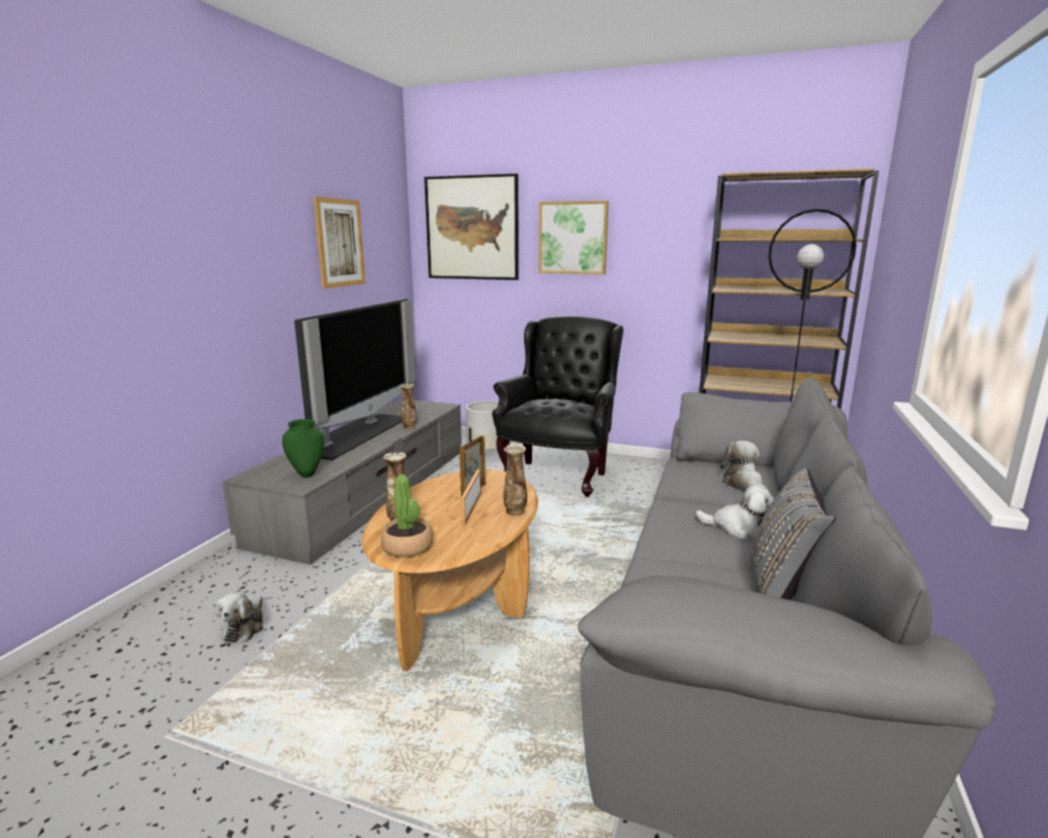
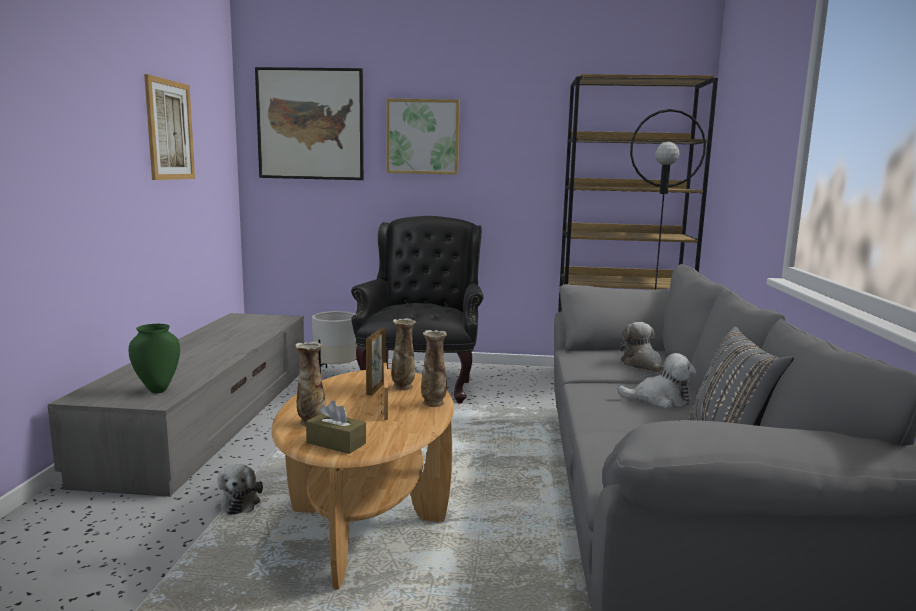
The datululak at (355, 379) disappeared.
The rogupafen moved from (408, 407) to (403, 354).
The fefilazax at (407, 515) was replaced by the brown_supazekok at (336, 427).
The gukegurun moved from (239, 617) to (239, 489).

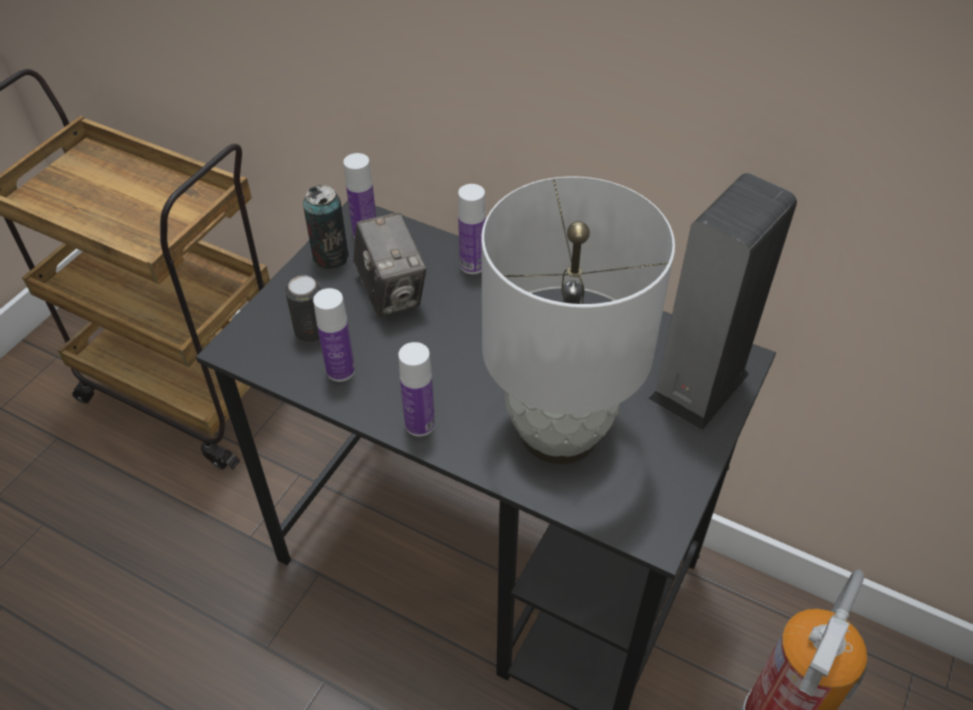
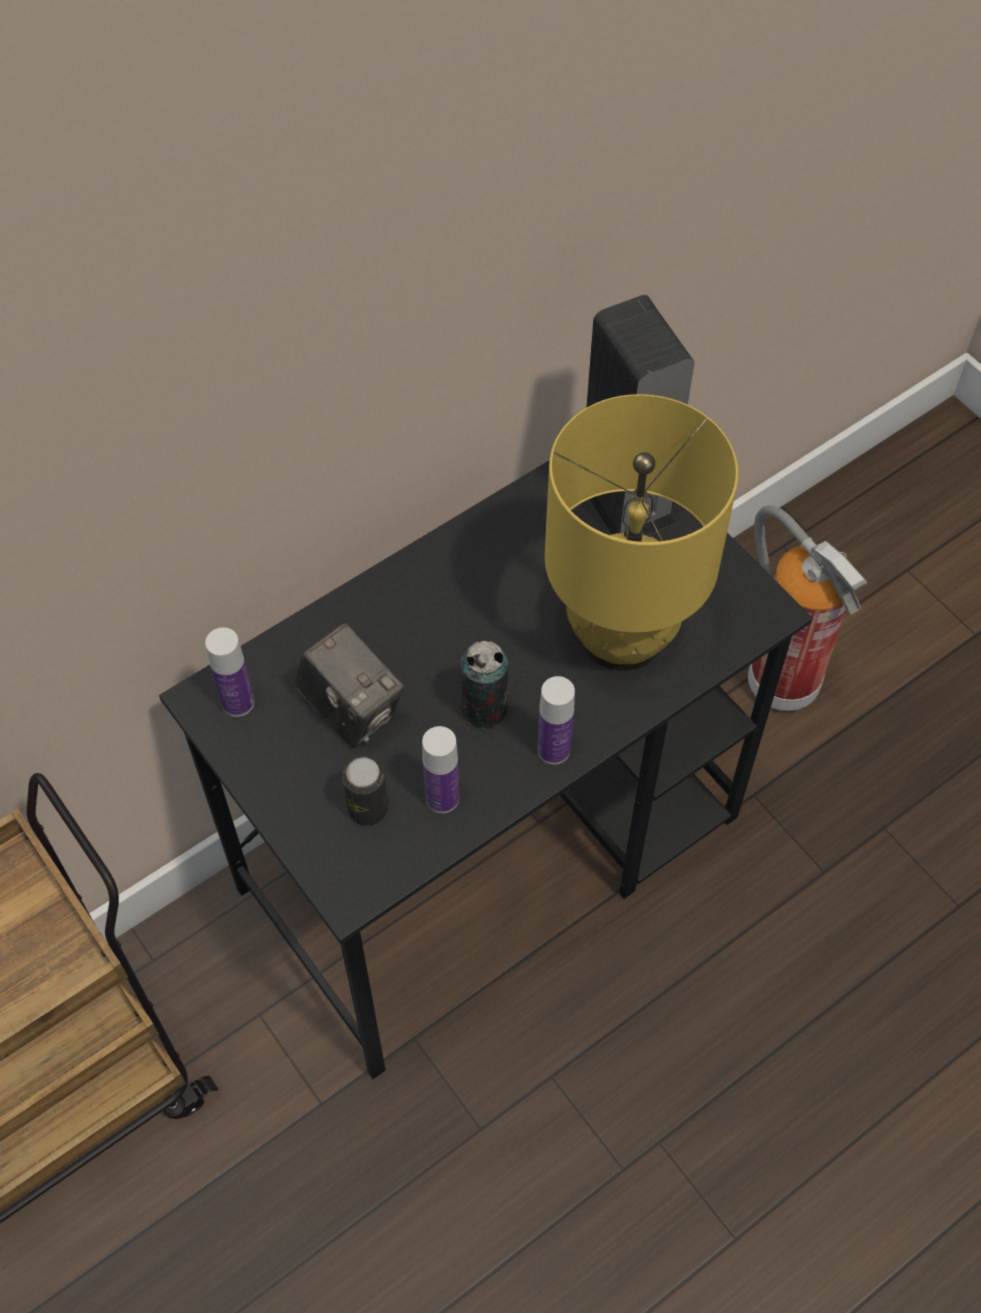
The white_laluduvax at (578, 320) became the yellow_laluduvax at (641, 532).
The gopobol at (472, 229) disappeared.
The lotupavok moved from (326, 227) to (484, 685).
The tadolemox at (389, 264) turned 45 degrees clockwise.

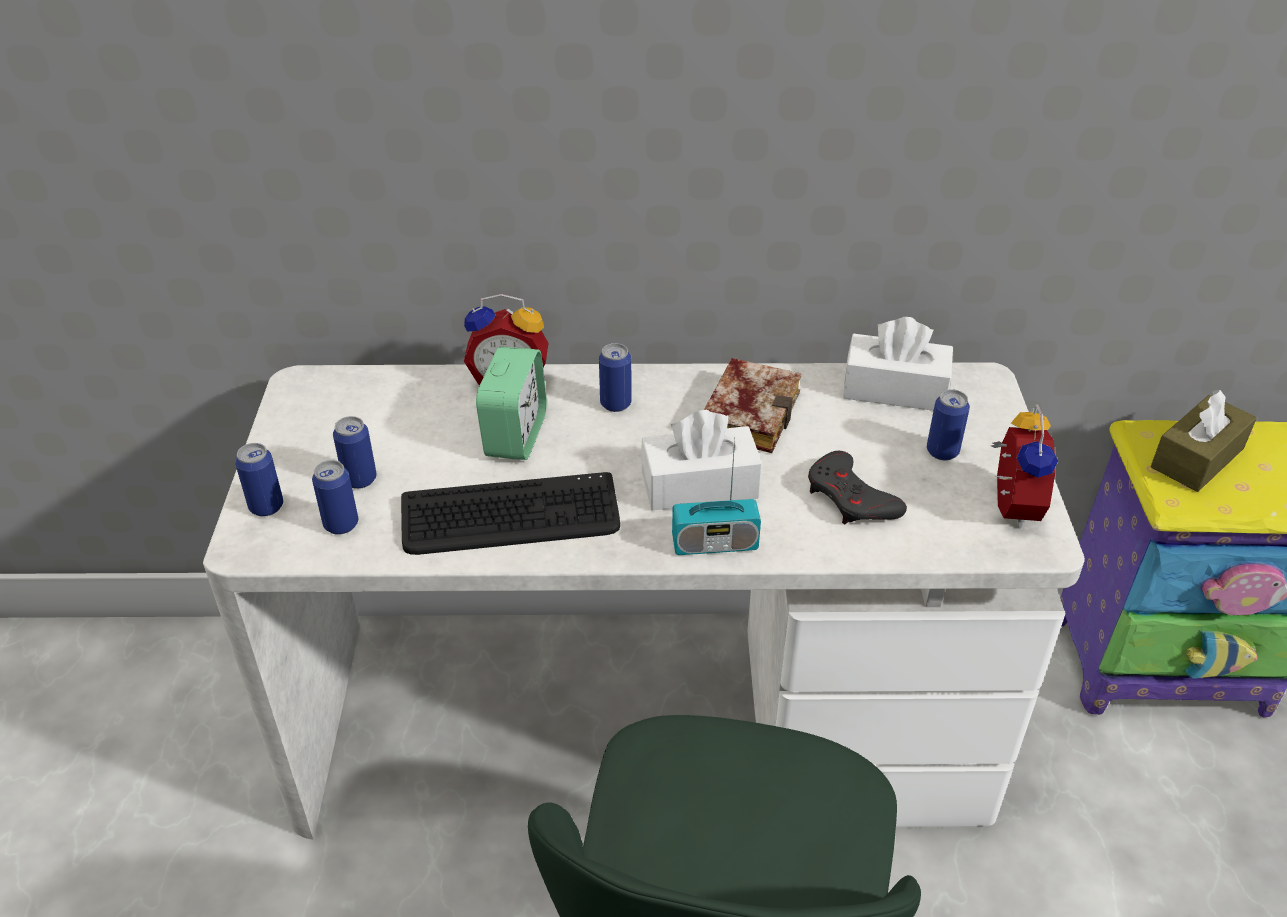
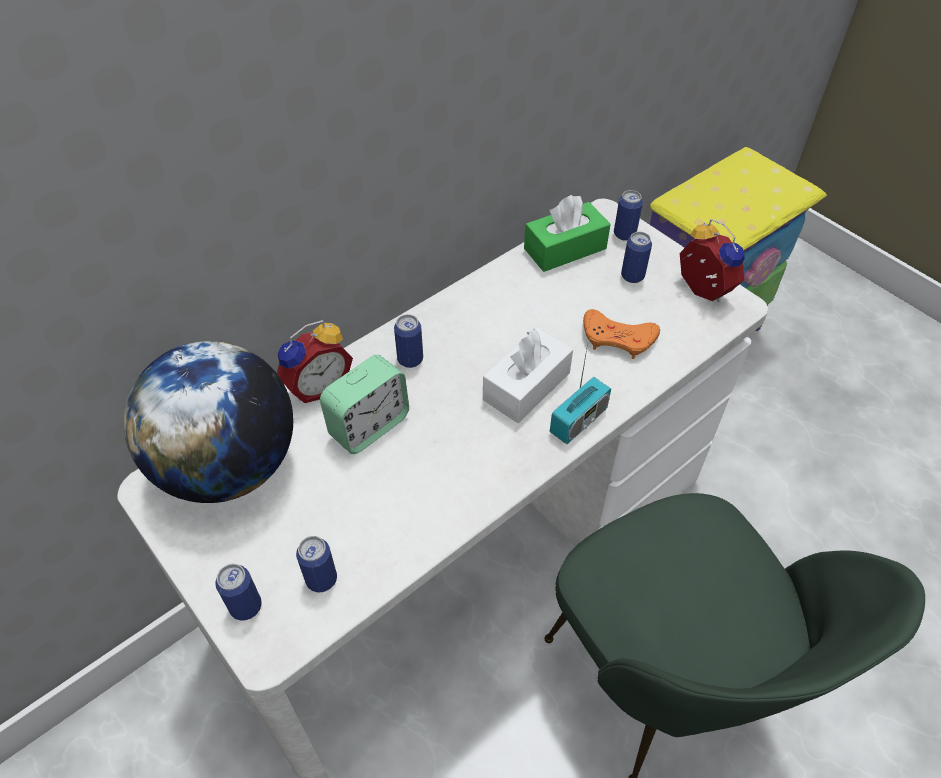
The white_supazekok at (898, 364) became the green_supazekok at (567, 233).
The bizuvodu at (511, 403) turned 75 degrees clockwise.
The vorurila at (753, 405) disappeared.
The brown_supazekok at (1204, 441) disappeared.
The lotupavok moved from (355, 452) to (628, 215).
The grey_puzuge at (857, 487) became the orange_puzuge at (621, 334).
The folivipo at (510, 513) disappeared.
The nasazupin at (208, 422) appeared.

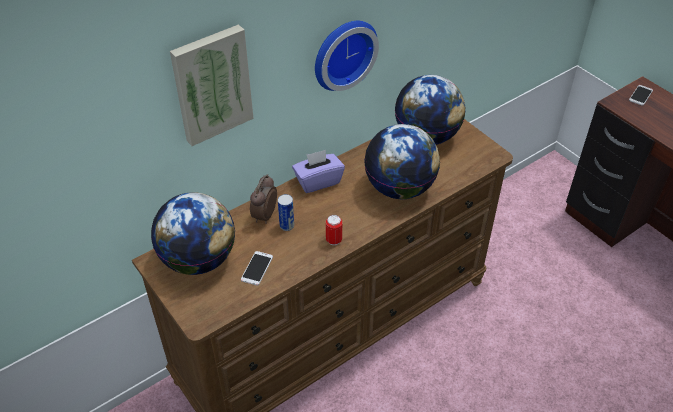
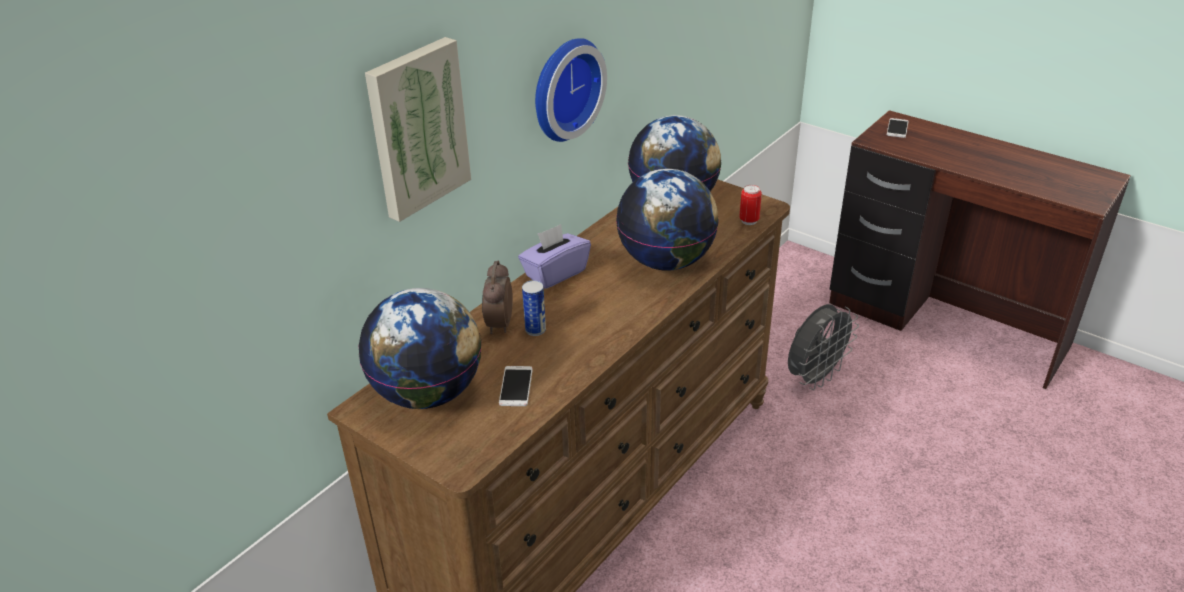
The lotupavok moved from (334, 230) to (750, 205).
The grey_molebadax at (823, 347) appeared.

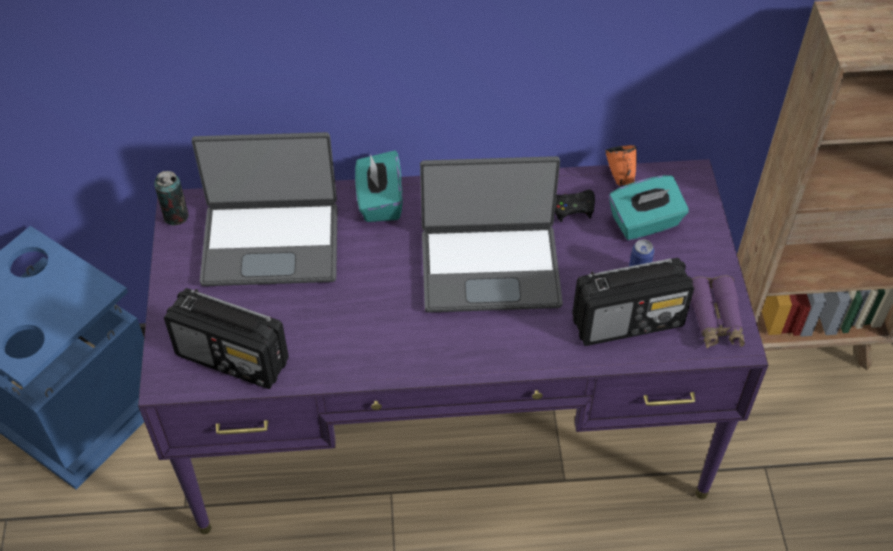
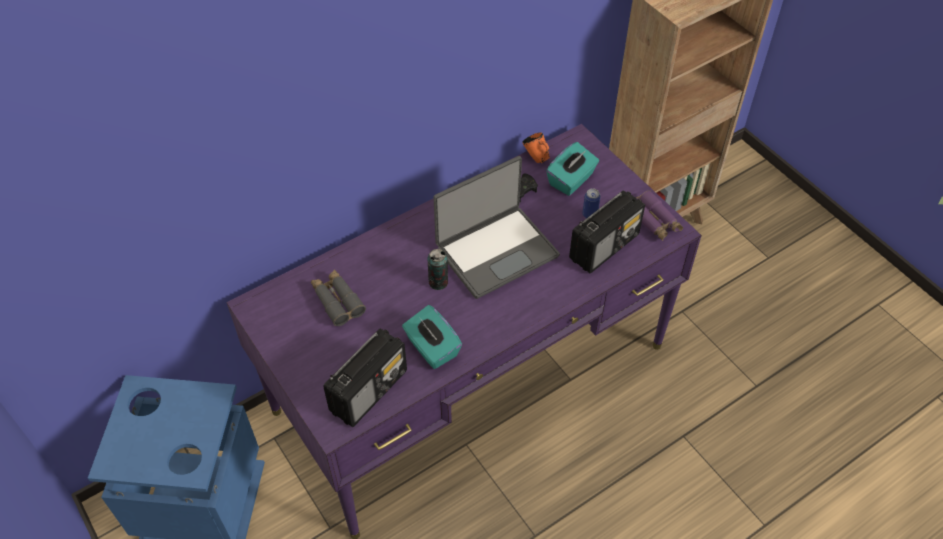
The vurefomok at (265, 209) was replaced by the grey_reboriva at (338, 297).
The turquoise_supazekok moved from (379, 186) to (432, 337).
The lotupavok moved from (171, 198) to (437, 269).
The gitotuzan at (226, 338) turned 45 degrees counterclockwise.

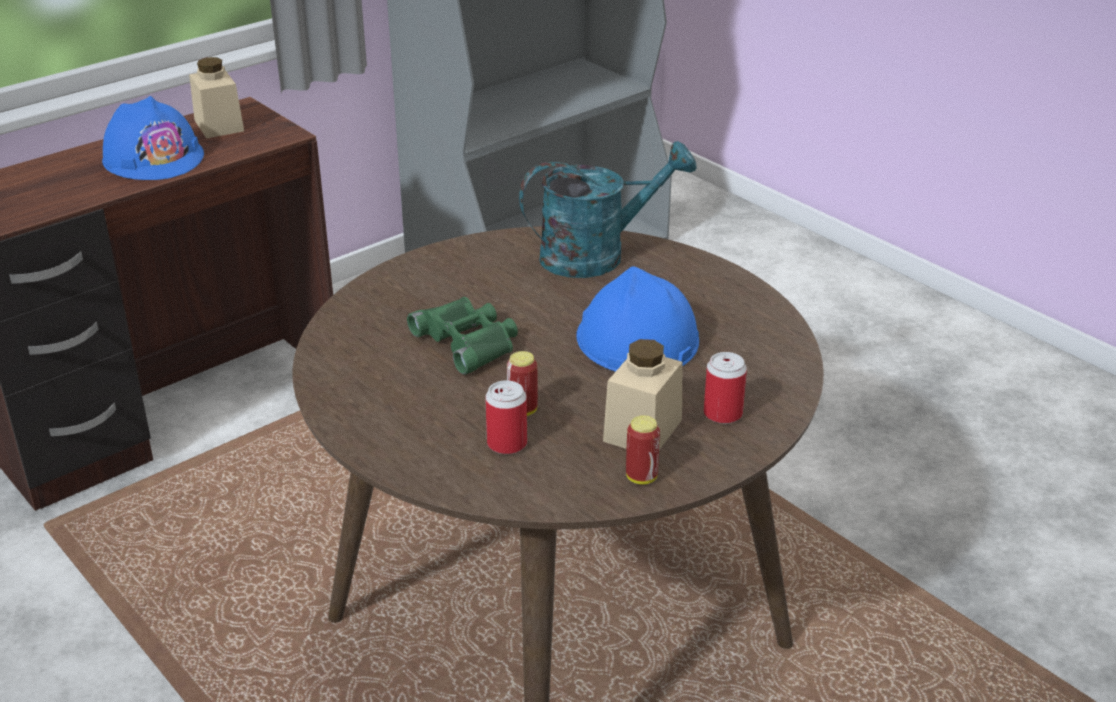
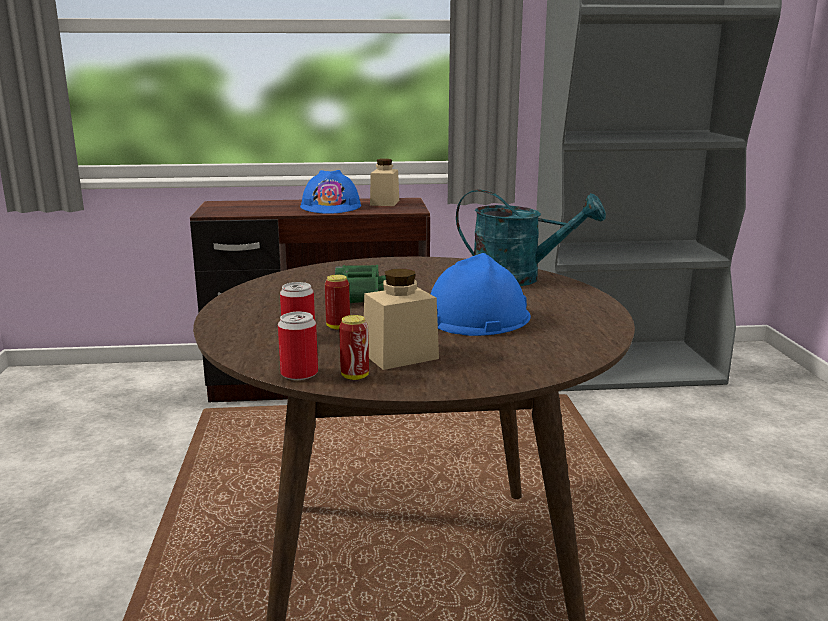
The lotupavok moved from (725, 388) to (298, 346).

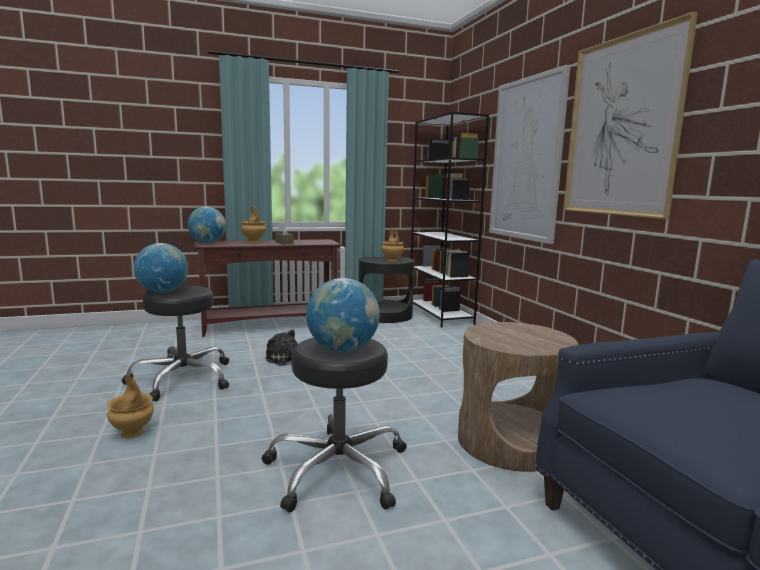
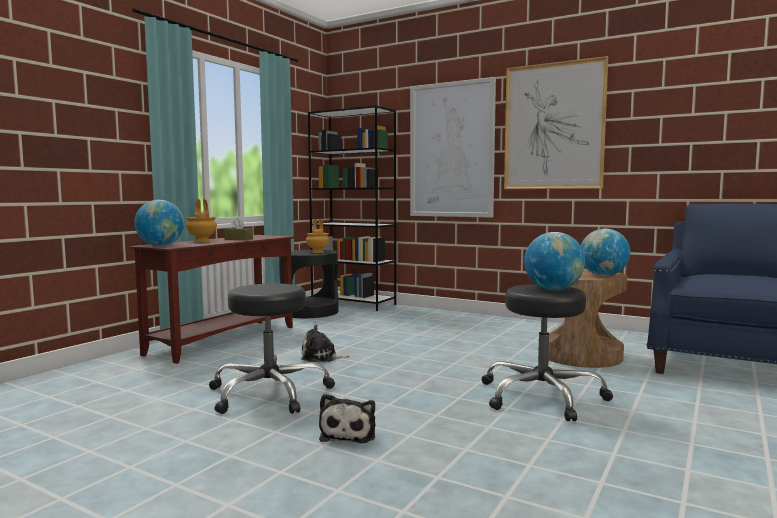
The nasazupin moved from (161, 268) to (605, 252).
The brown_rogupafen at (130, 406) was replaced by the gukegurun at (347, 418).

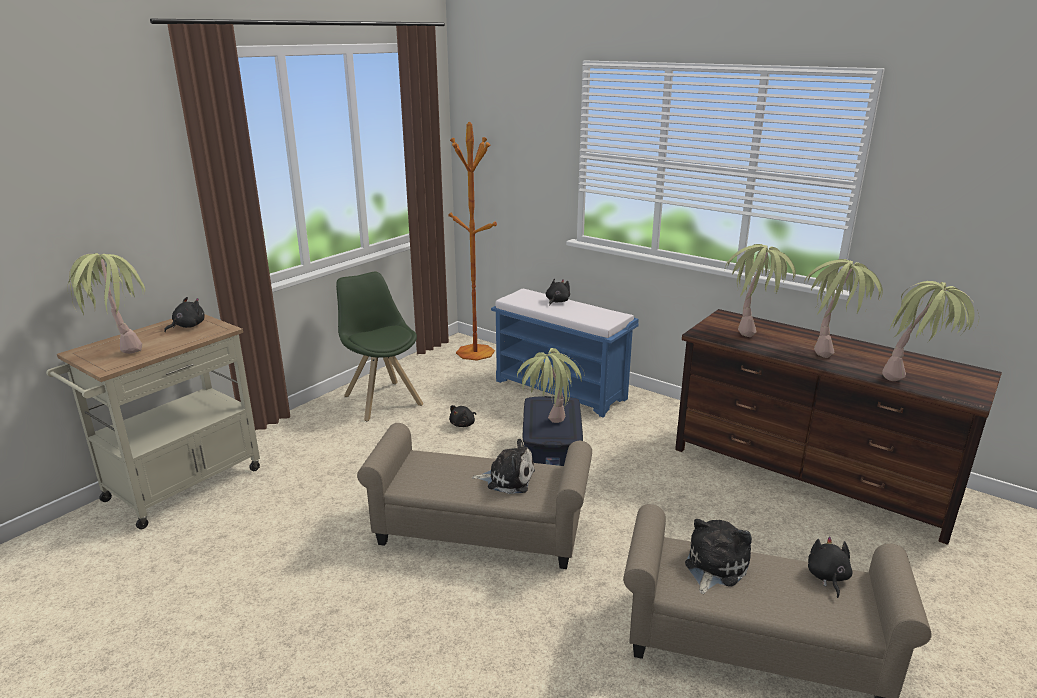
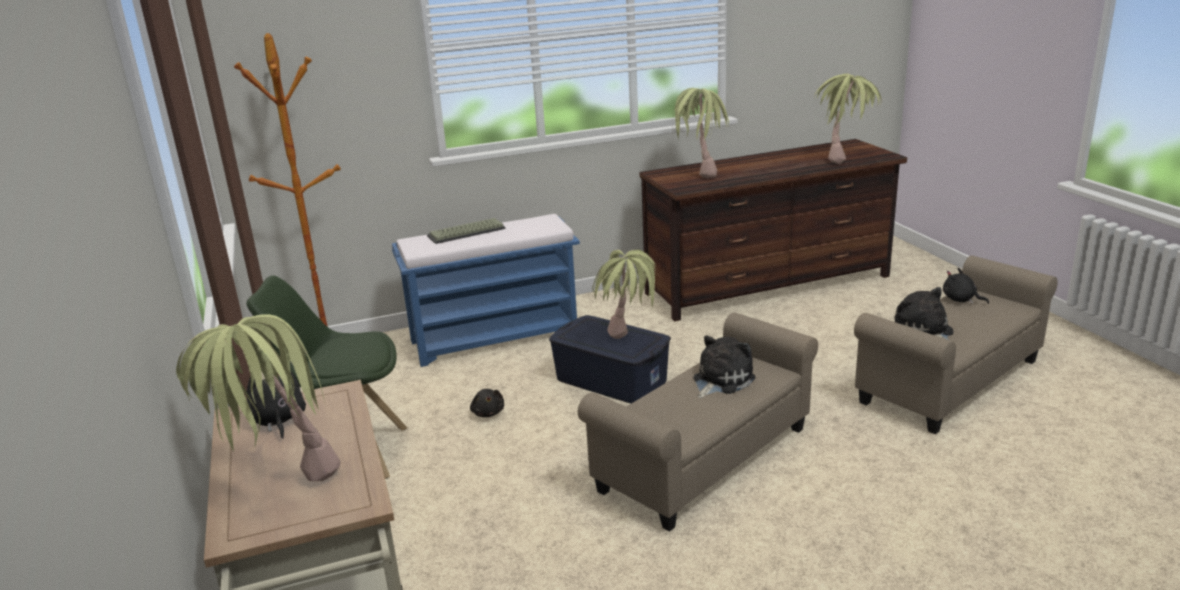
The fefilazax at (843, 308) disappeared.
The black_gukegurun at (558, 292) was replaced by the folivipo at (466, 231).

